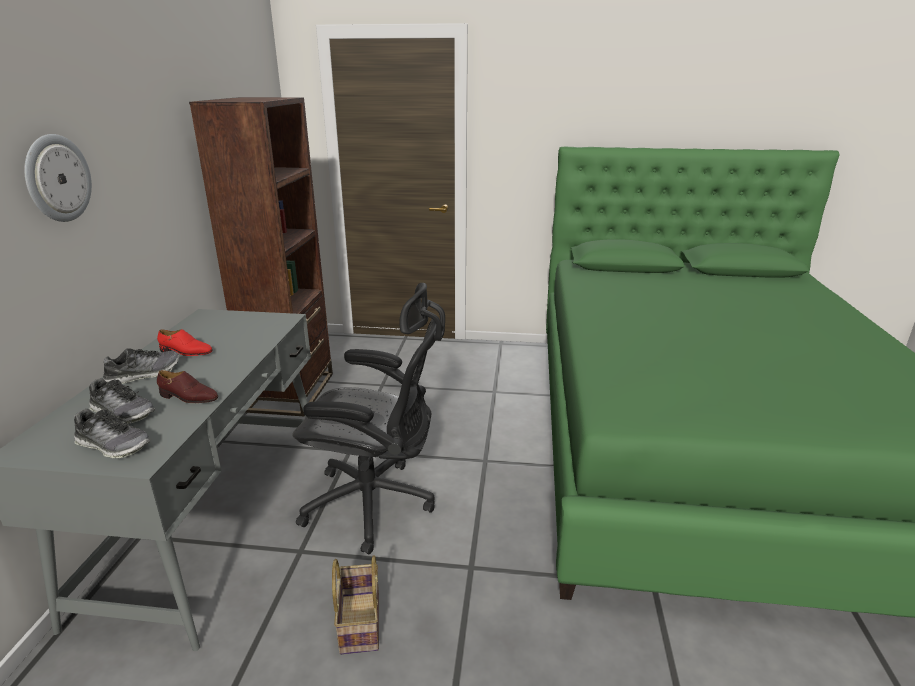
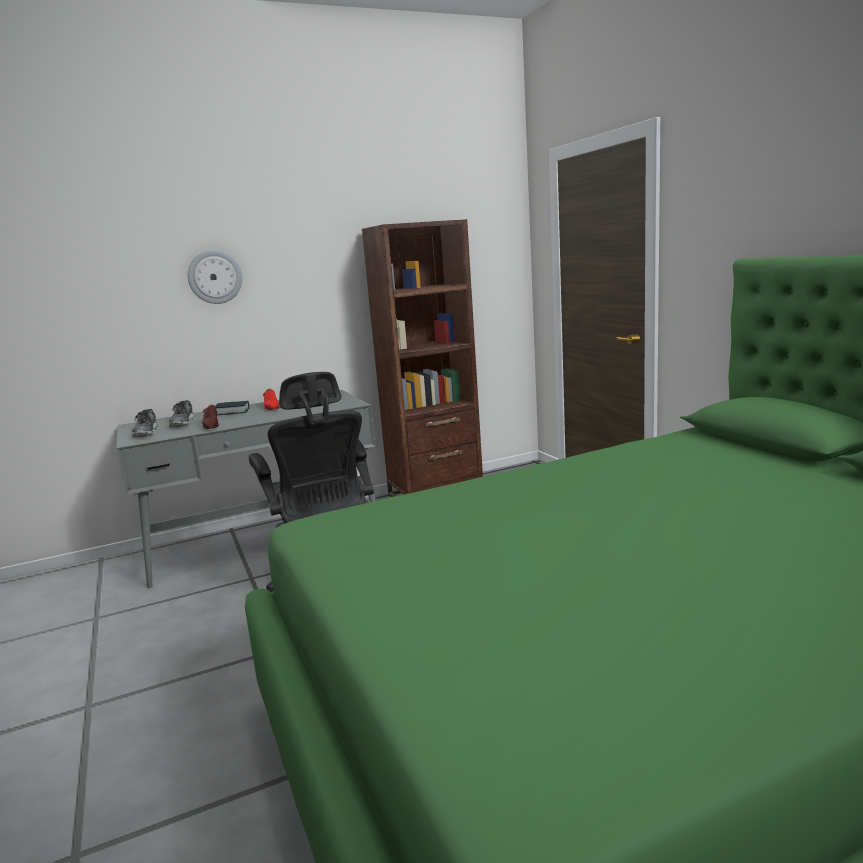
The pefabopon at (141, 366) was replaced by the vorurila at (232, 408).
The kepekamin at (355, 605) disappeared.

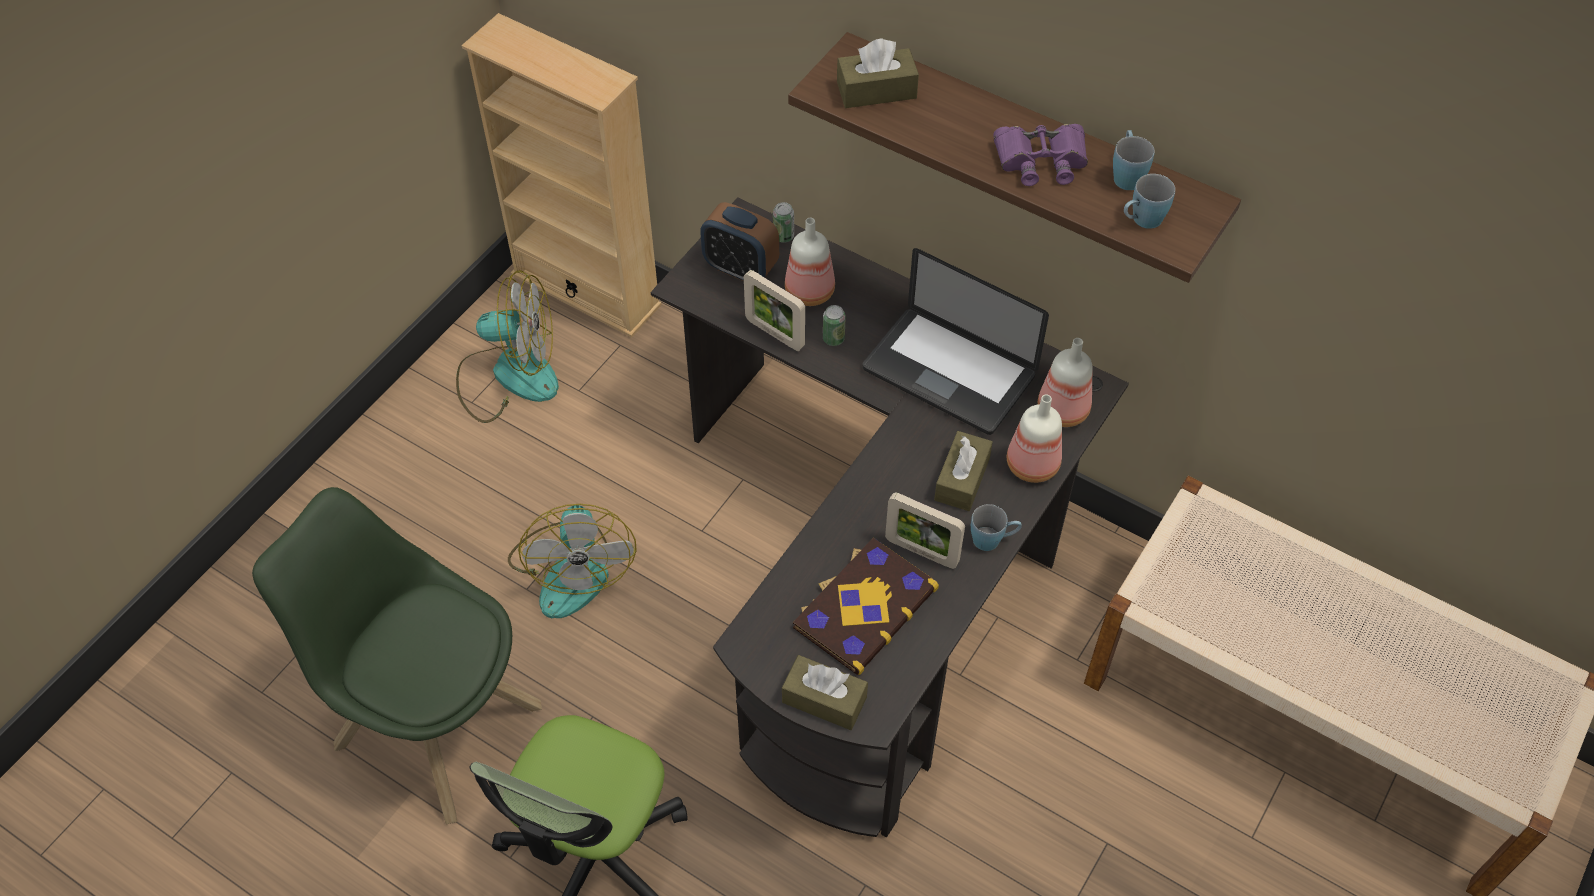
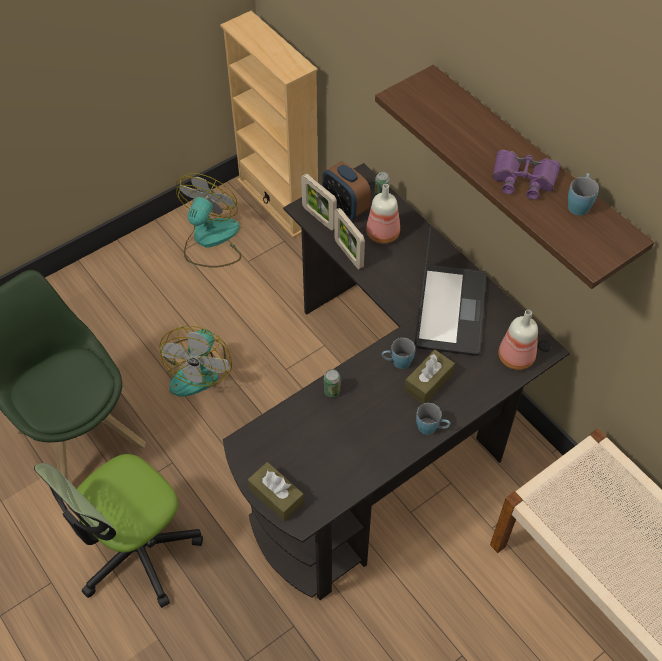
The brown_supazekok at (878, 73) disappeared.
The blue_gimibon moved from (1149, 201) to (398, 353).
The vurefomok at (956, 341) turned 135 degrees counterclockwise.
The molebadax at (507, 346) turned 90 degrees counterclockwise.
The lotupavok moved from (834, 325) to (332, 383).
The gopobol at (1034, 438) disappeared.
The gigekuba moved from (925, 531) to (319, 202).
The vorurila at (866, 606) disappeared.

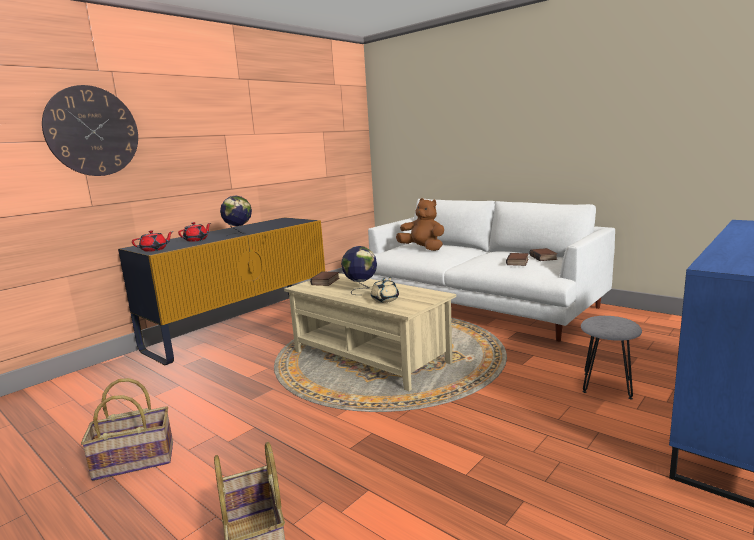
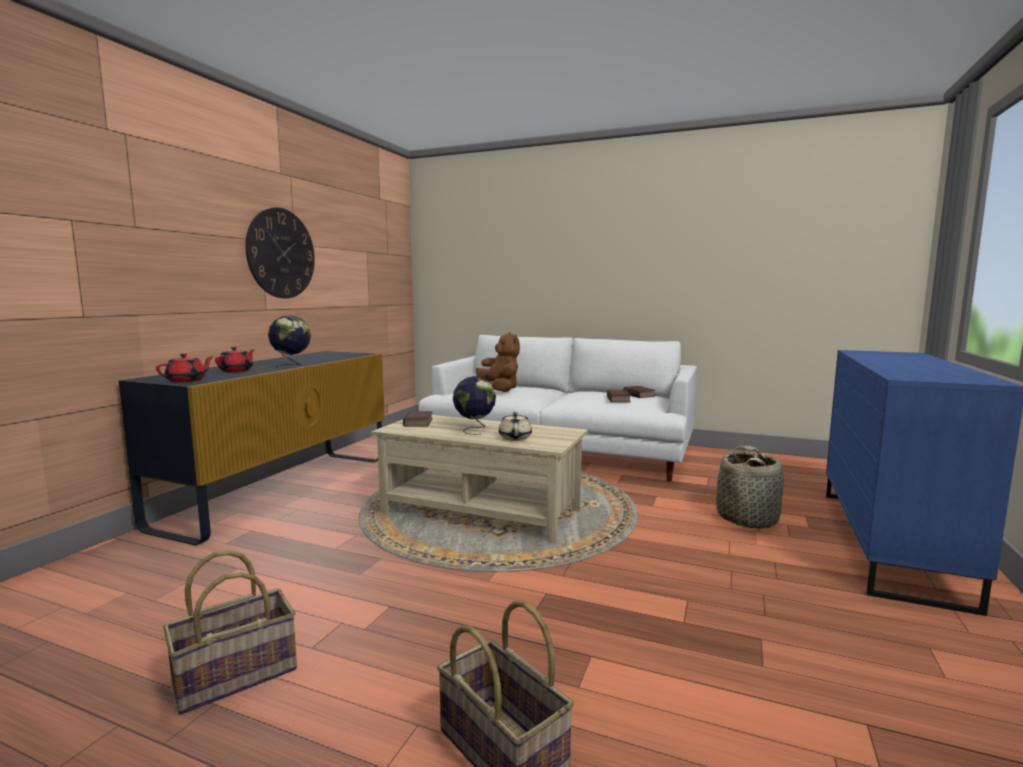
The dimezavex moved from (90, 130) to (280, 253).
The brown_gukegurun at (420, 224) turned 45 degrees clockwise.
The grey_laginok at (611, 357) was replaced by the kepekamin at (750, 487).

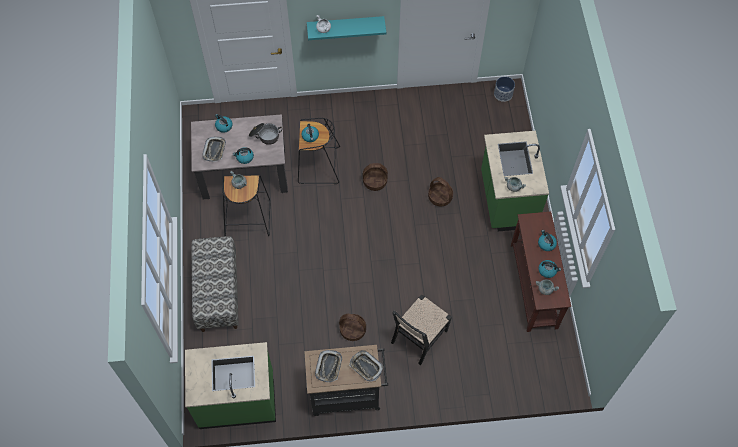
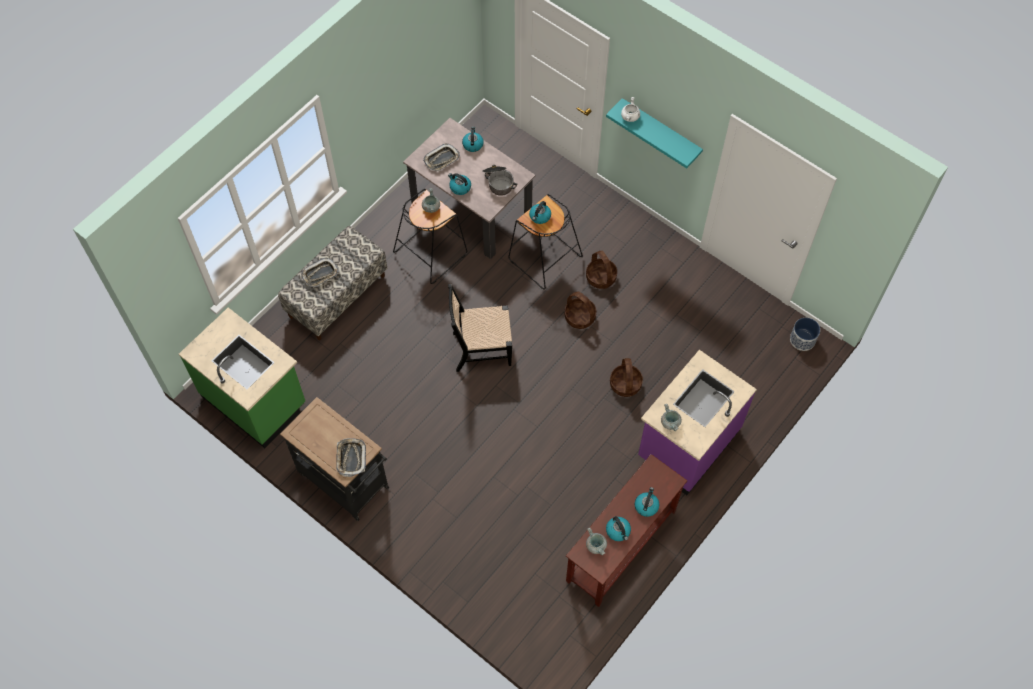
The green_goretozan at (515, 181) became the purple_goretozan at (697, 422).
The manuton moved from (421, 329) to (480, 328).
The kepekamin moved from (352, 327) to (601, 270).
The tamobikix moved from (328, 366) to (320, 272).

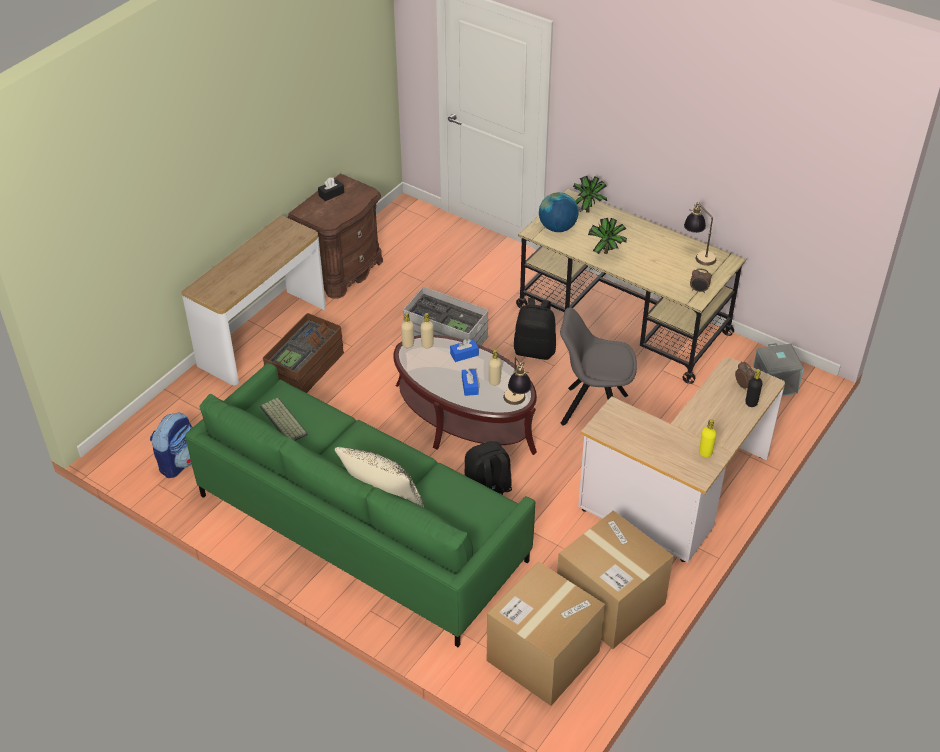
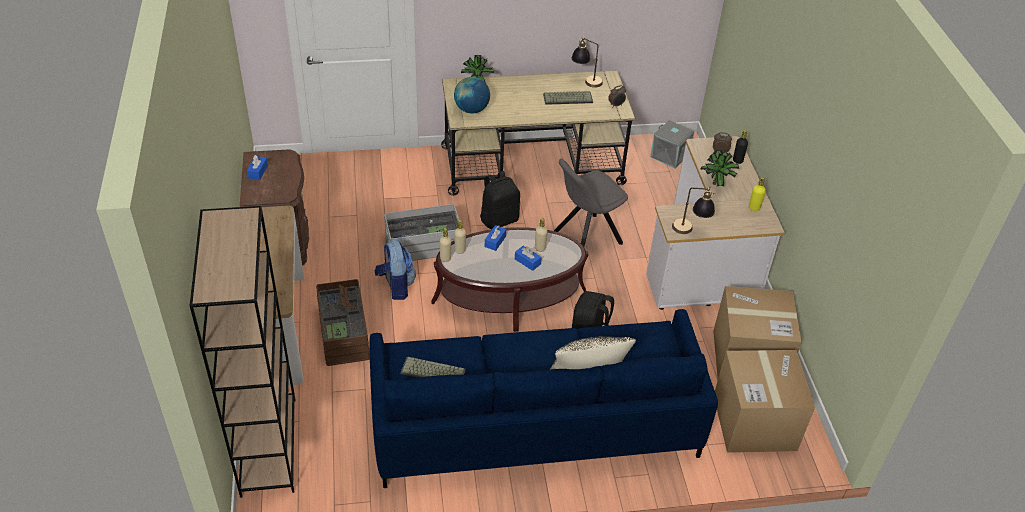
The black_supazekok at (331, 189) became the blue_supazekok at (257, 167).
The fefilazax moved from (607, 236) to (719, 168).
The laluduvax moved from (517, 381) to (693, 210).
The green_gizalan at (360, 505) became the blue_gizalan at (544, 398).
The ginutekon moved from (171, 445) to (395, 270).
The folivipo at (568, 98) appeared.
The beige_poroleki at (243, 352) appeared.

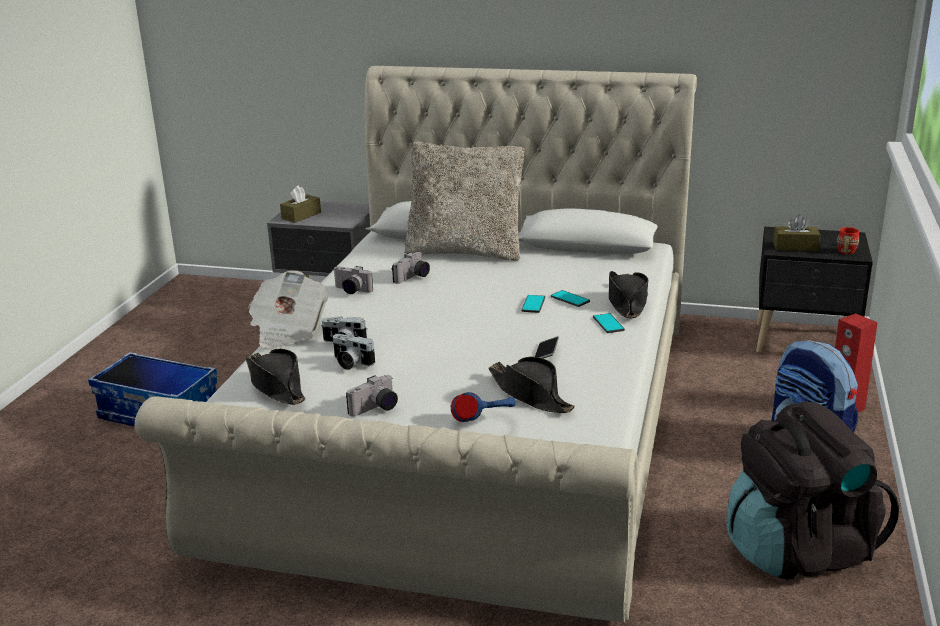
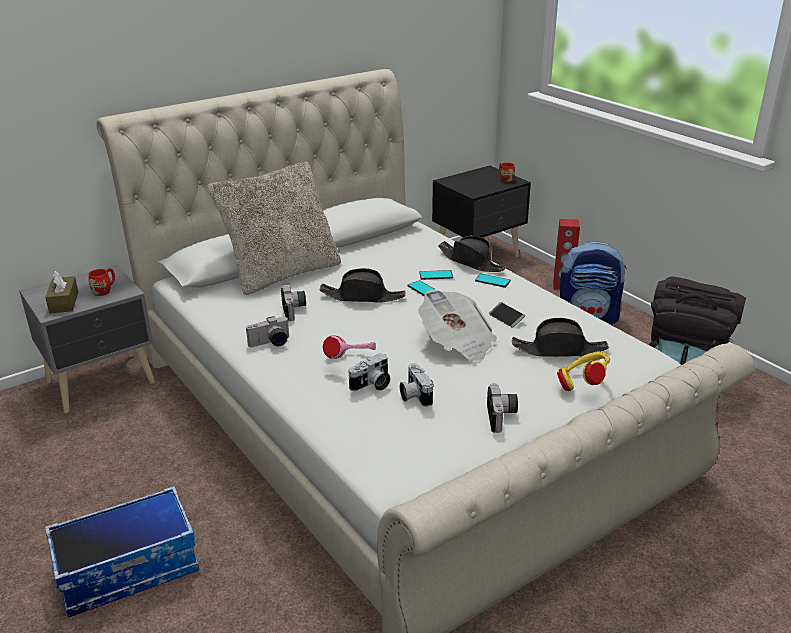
The brown_supazekok at (796, 232) disappeared.
The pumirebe moved from (288, 310) to (457, 326).
The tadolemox at (354, 352) turned 90 degrees clockwise.
The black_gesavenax moved from (275, 377) to (362, 285).
The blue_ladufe at (483, 407) became the yellow_ladufe at (583, 371).
The red_gimibon at (101, 282) appeared.
The pink_ladufe at (349, 347) appeared.

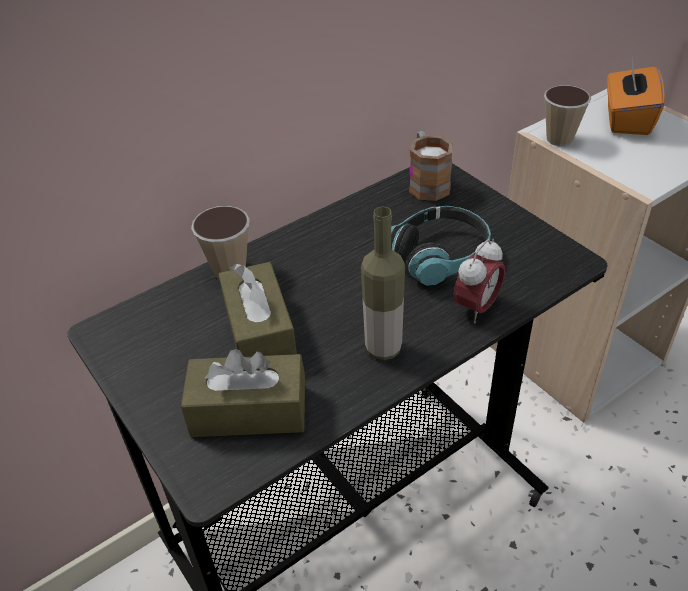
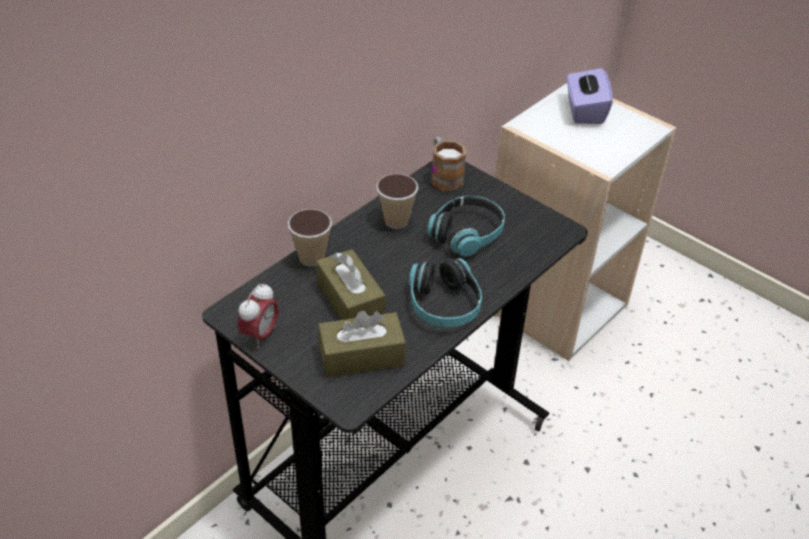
The orange_supazekok at (636, 97) became the purple_supazekok at (590, 94).
The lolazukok moved from (567, 115) to (397, 201).
The gopobol at (383, 283) was replaced by the ladufe at (445, 292).
The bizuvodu moved from (479, 281) to (258, 315).

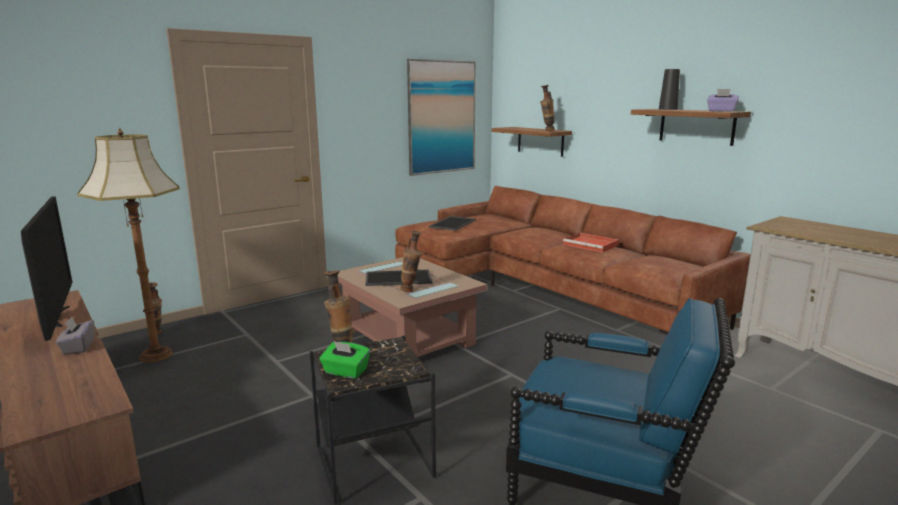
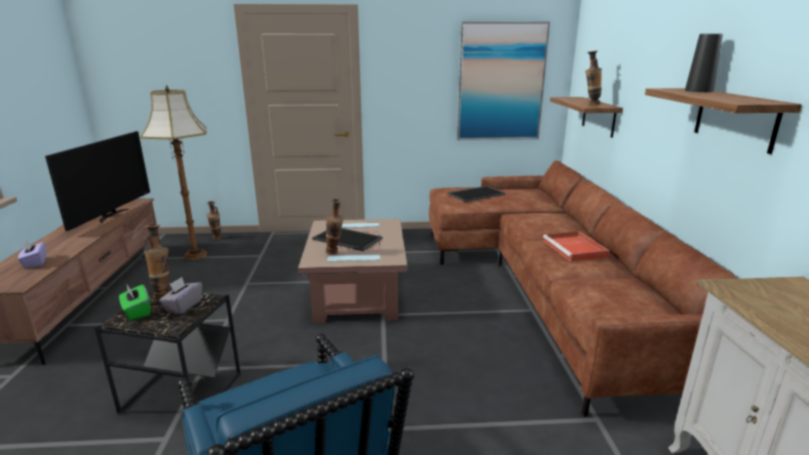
The purple_supazekok moved from (723, 100) to (32, 254).
The grey_supazekok moved from (75, 336) to (180, 295).

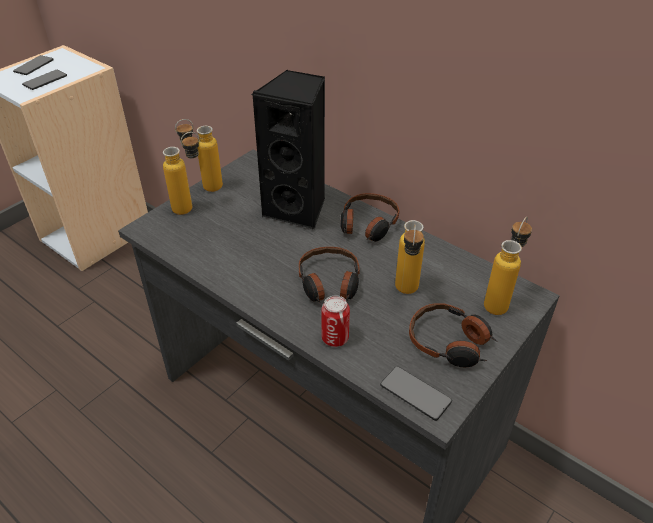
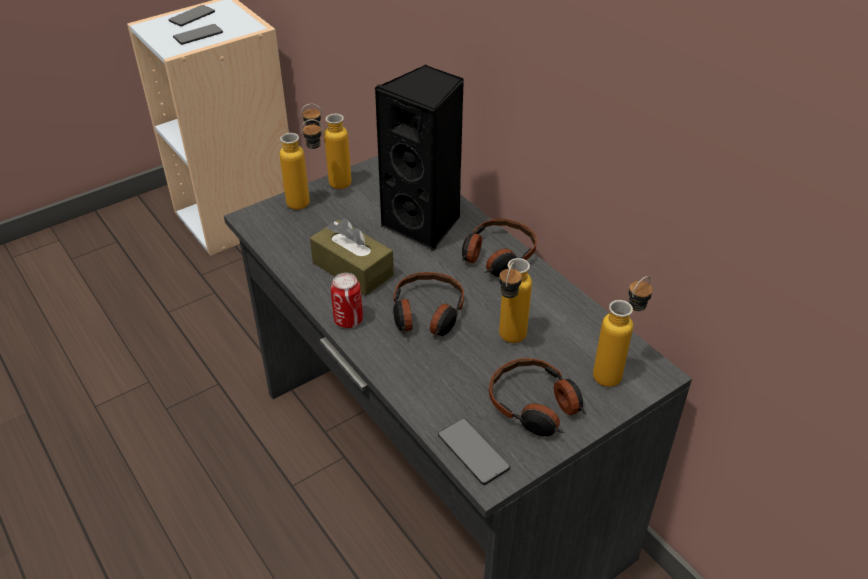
The lotupavok moved from (335, 321) to (347, 300).
The brown_supazekok at (352, 257) appeared.

